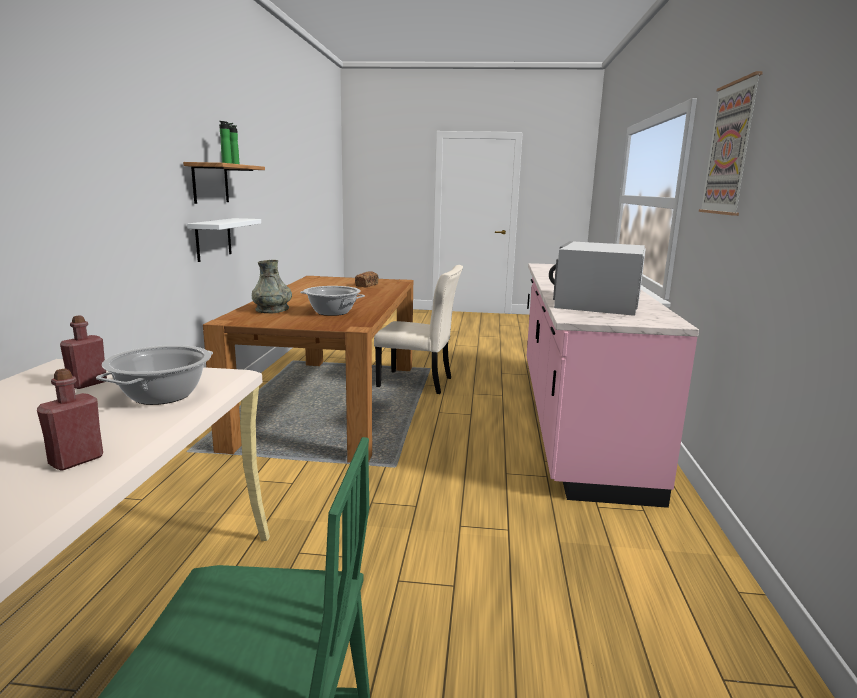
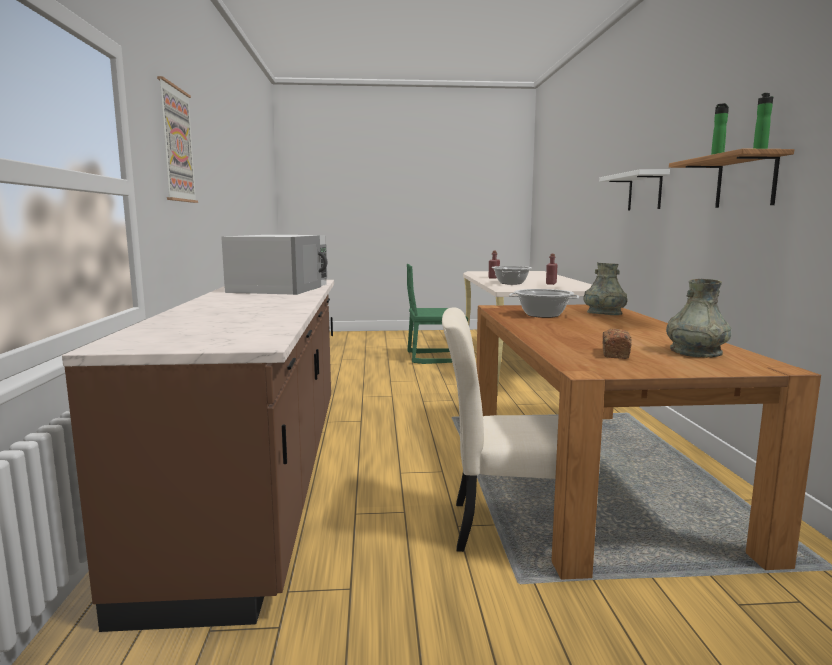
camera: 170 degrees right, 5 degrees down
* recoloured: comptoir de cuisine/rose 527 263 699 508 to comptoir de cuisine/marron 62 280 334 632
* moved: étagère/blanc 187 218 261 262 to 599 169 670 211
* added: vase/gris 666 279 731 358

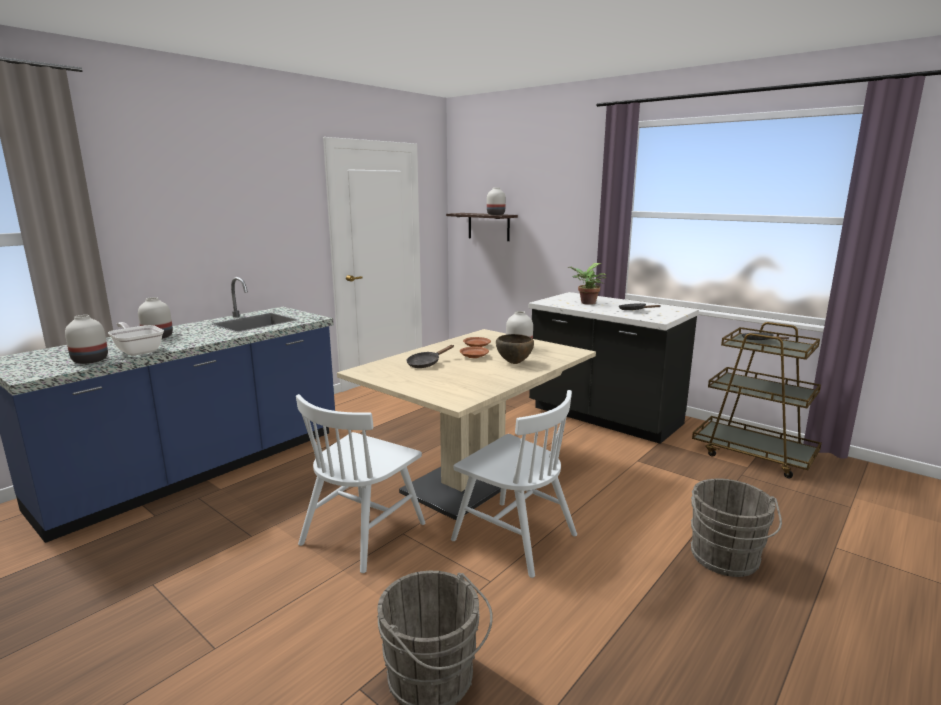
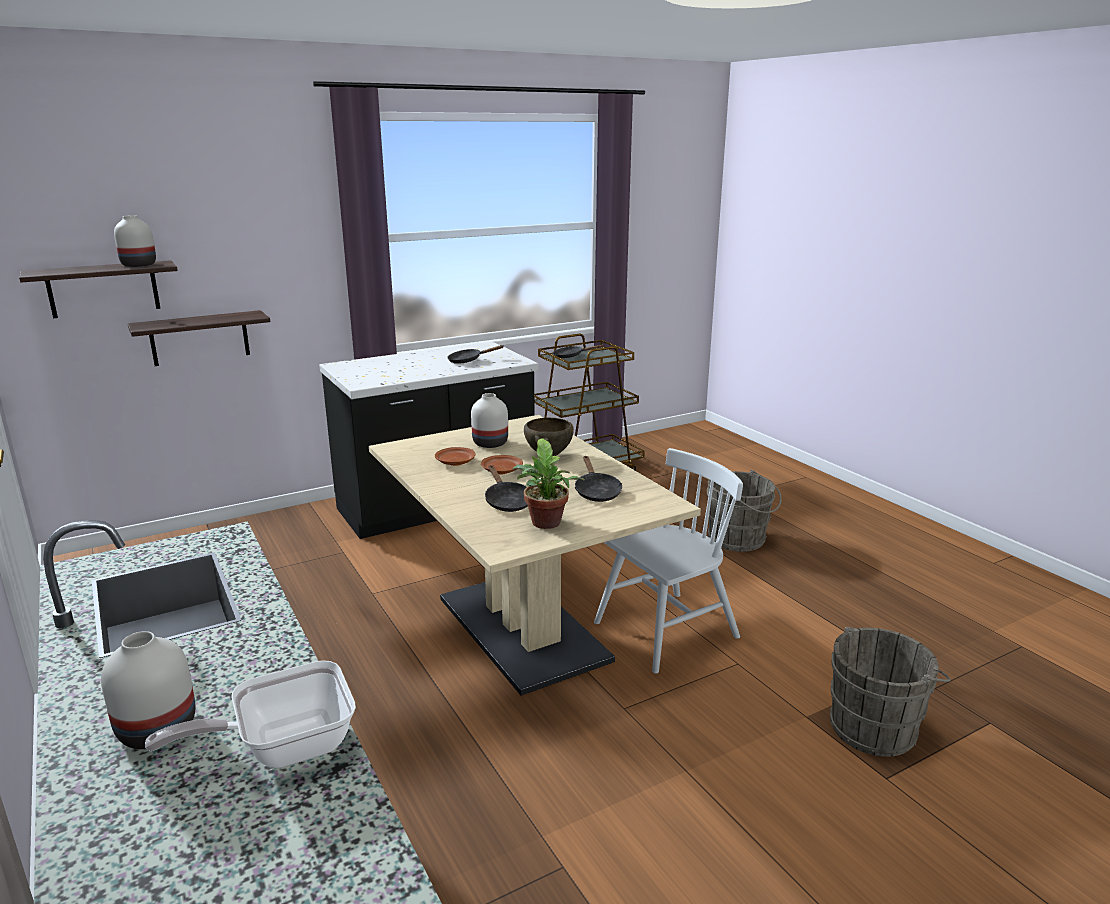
camera: 70 degrees left, 5 degrees up
* added: étagère 128 310 270 366
* moved: plante en pot 568 263 607 305 to 513 438 585 529
* added: poêle/noir 575 456 622 502
* removed: vase/blanc 65 315 108 364
* removed: chaise/blanc 296 394 426 573

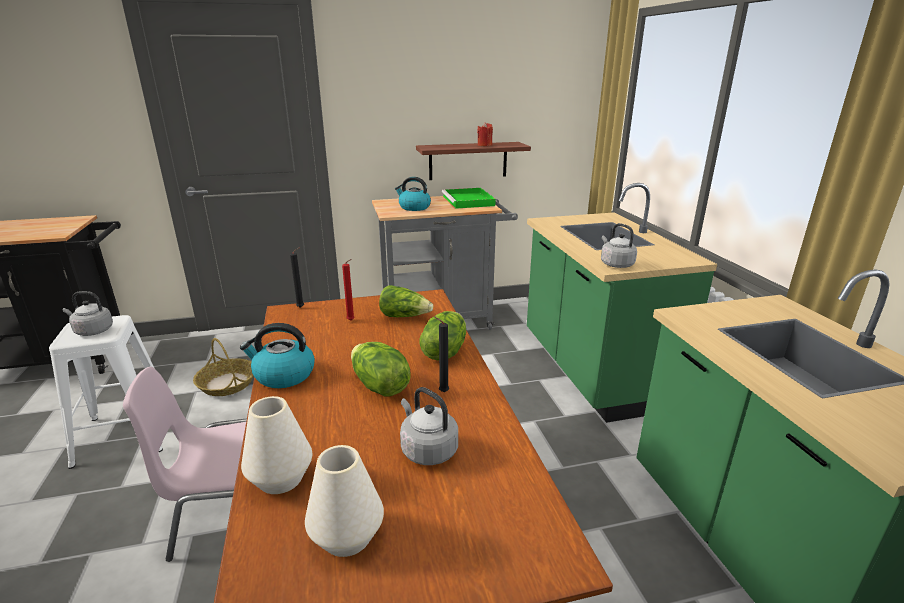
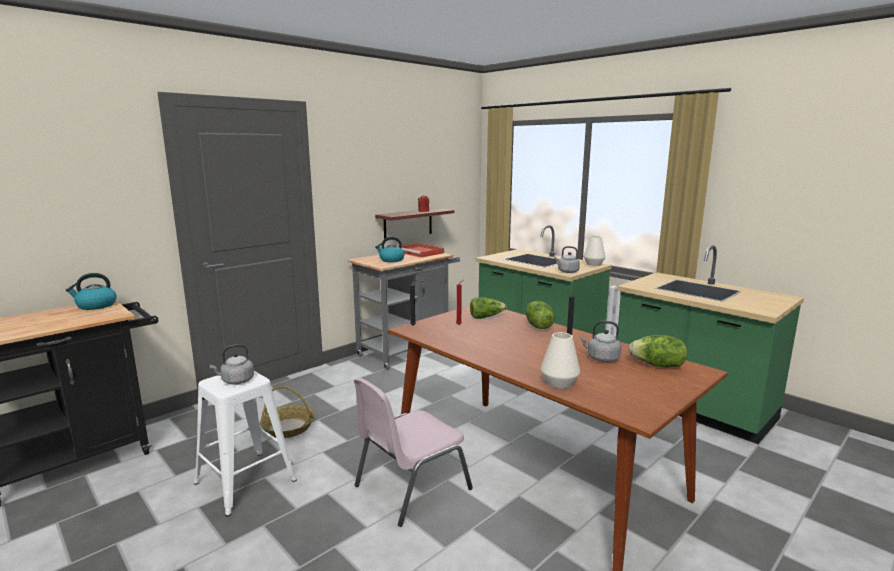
camera: 30 degrees left, 10 degrees down
* moved: bouilloire 240 323 315 388 to 66 273 117 310
* recoloured: plateau/vert 442 188 496 209 to plateau/rouge 398 243 444 258
* moved: vase/blanc 305 445 384 557 to 583 236 605 266
* moved: laitue 351 342 411 397 to 628 335 687 368

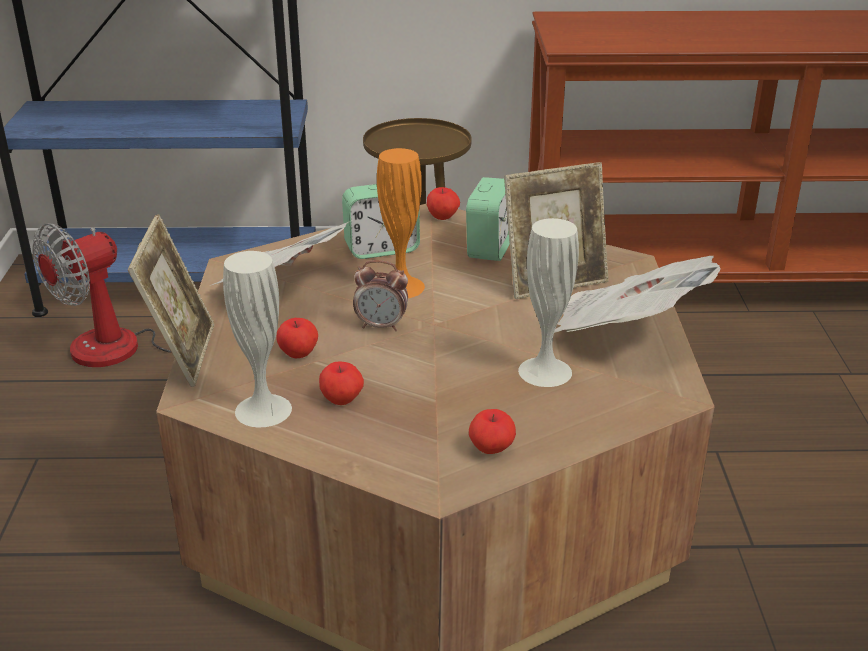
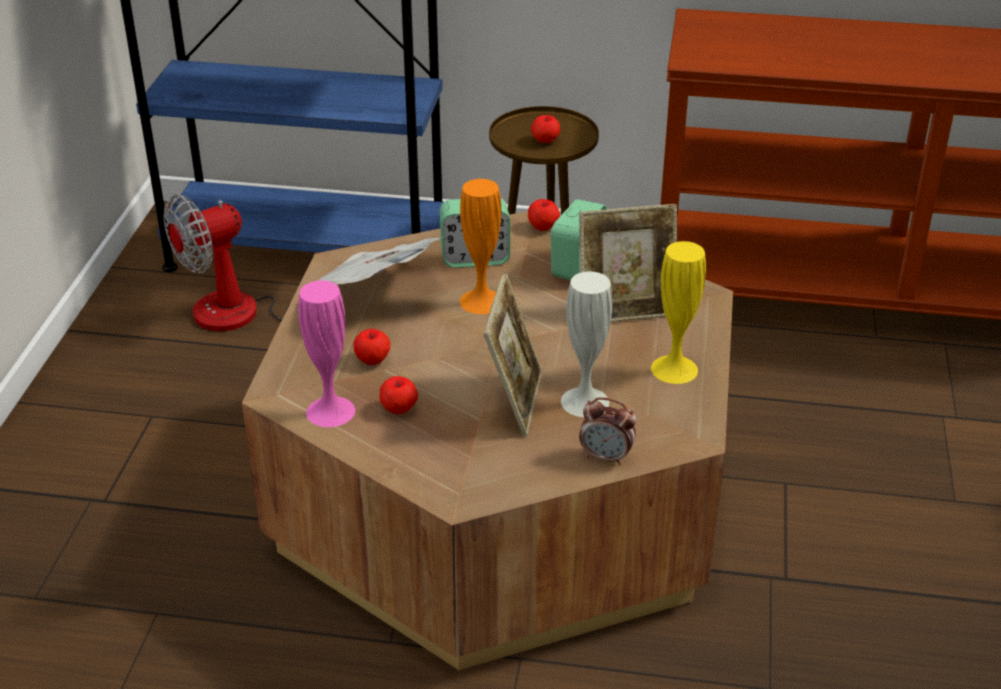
camera: 10 degrees right, 5 degrees up
* recoloured: vase/blanc 223 251 292 427 to vase/rose 298 280 355 427
* moved: cadre photo 128 214 214 387 to 484 272 543 437
* moved: pomme 469 409 516 454 to 531 115 560 143
* moved: réveil 353 260 408 331 to 579 397 637 465
* replaced: journal 554 256 721 333 to vase/jaune 651 241 706 384

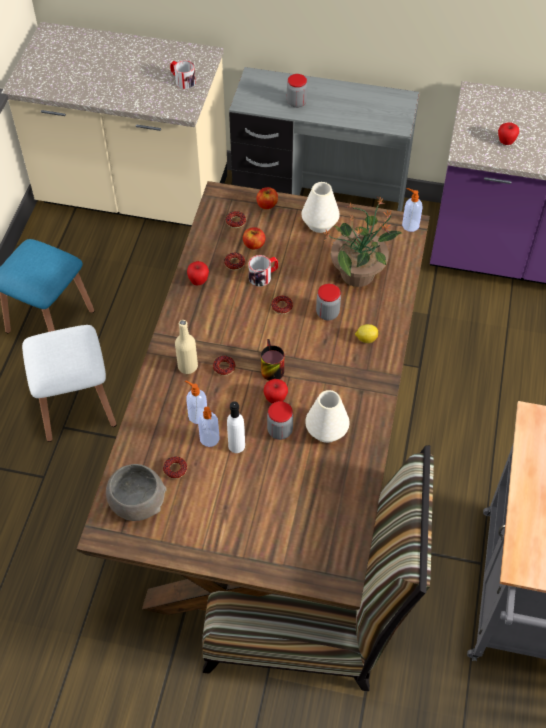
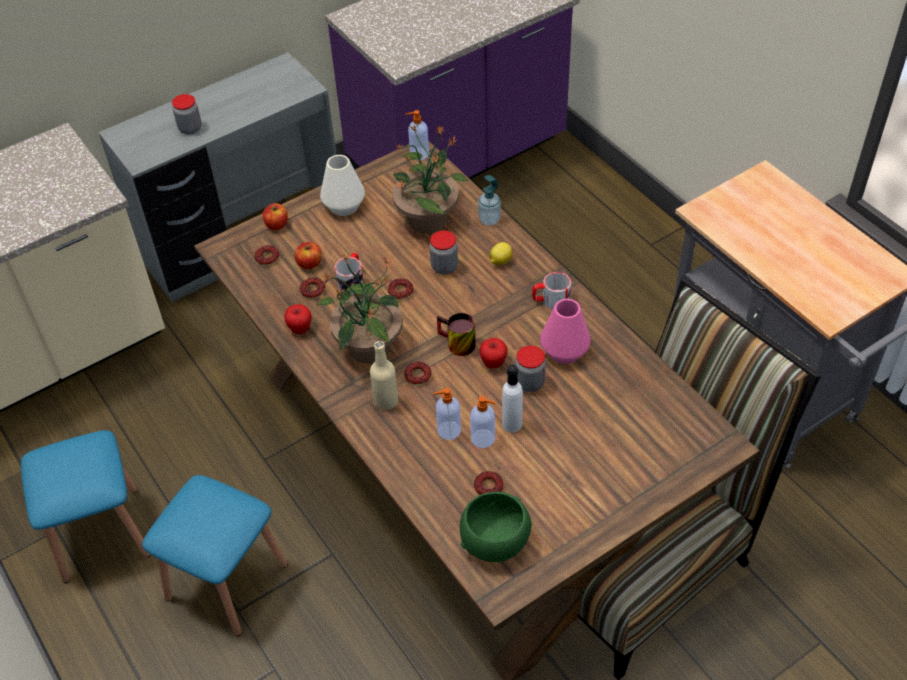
camera: 45 degrees left, 5 degrees down
* recoloured: tabouret/blanc 22 325 116 442 to tabouret/bleu 142 475 288 636
* added: plante en pot 317 253 403 363
* recoloured: bol/gris 106 464 167 521 to bol/vert 460 492 532 562
* added: distributeur de savon 478 175 501 225
* moved: mug 170 60 196 89 to 532 272 571 310
* recoloured: vase/blanc 305 390 350 443 to vase/rose 540 299 591 364
* removed: pomme 498 122 519 145

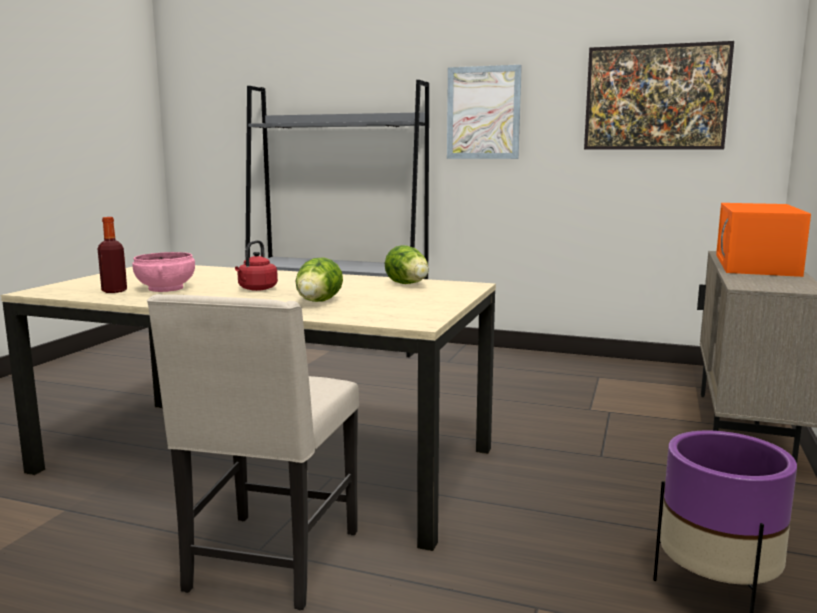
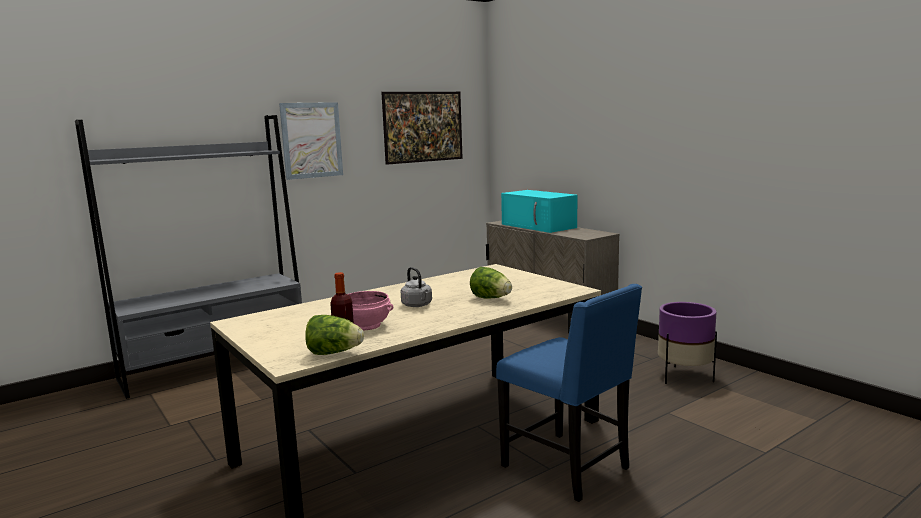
camera: 55 degrees left, 0 degrees up
* moved: laitue 384 245 429 284 to 305 315 364 355
* recoloured: bouilloire/rouge 235 240 278 291 to bouilloire/gris 401 267 432 307
* recoloured: chaise/beige 147 294 359 610 to chaise/bleu 496 284 642 502
* recoloured: micro-ondes/orange 716 203 811 277 to micro-ondes/turquoise 501 190 577 233

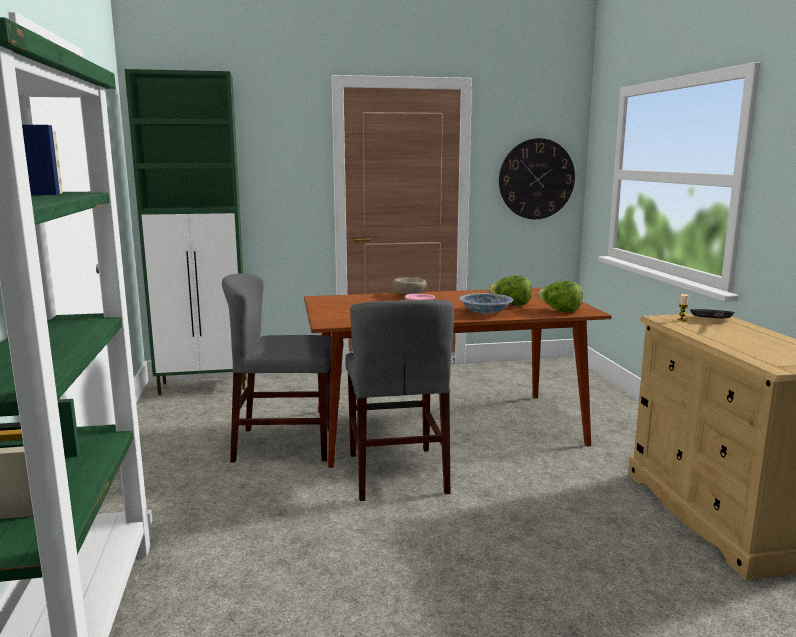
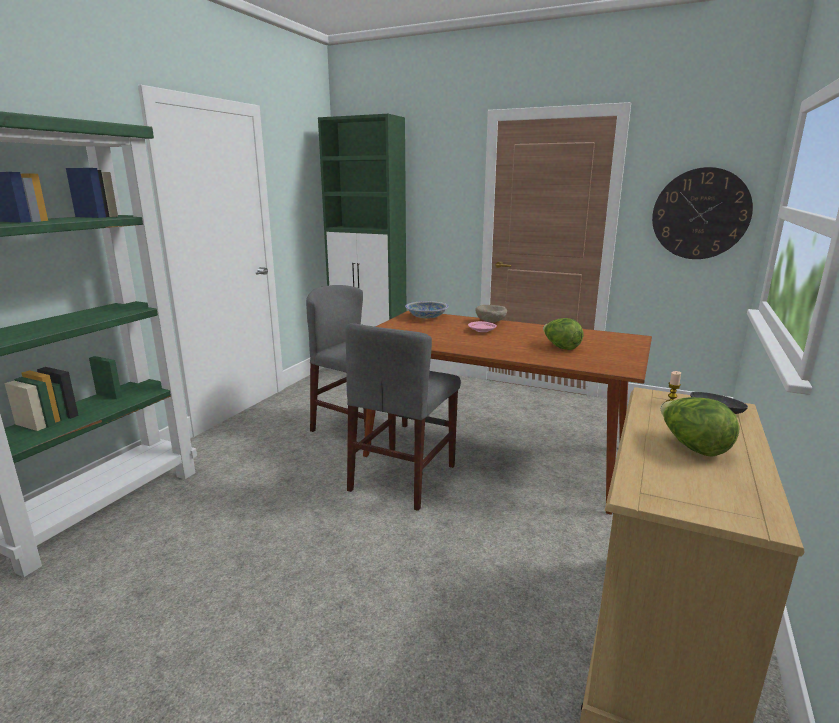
camera: 35 degrees right, 5 degrees up
* moved: bol 459 293 513 314 to 405 301 449 318
* moved: laitue 537 281 583 312 to 661 397 740 457

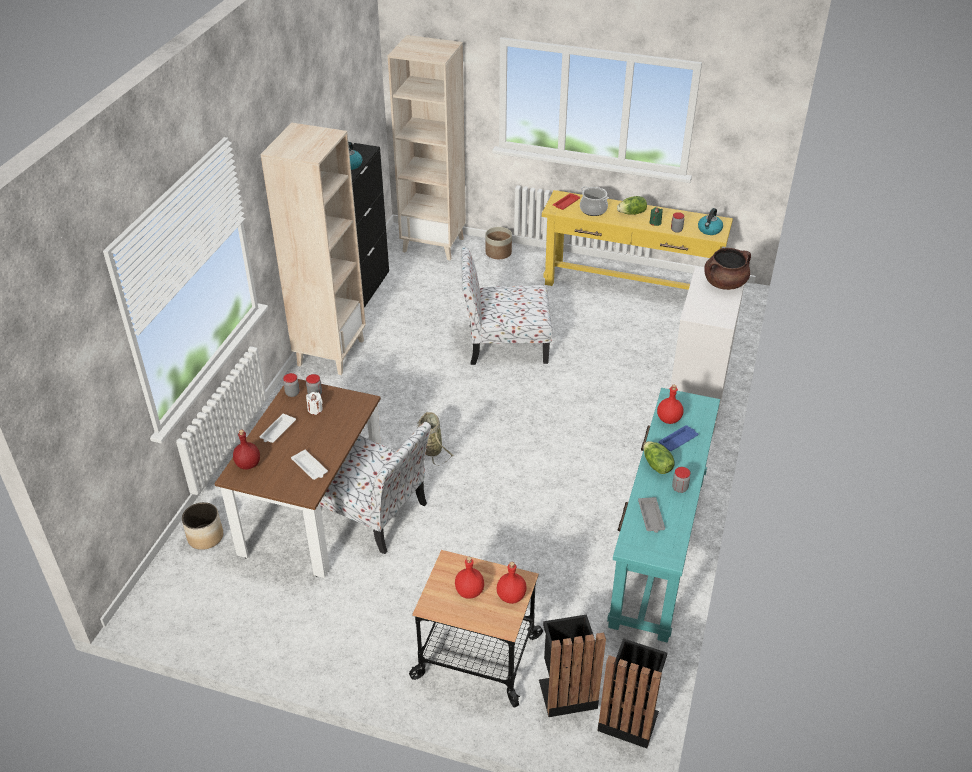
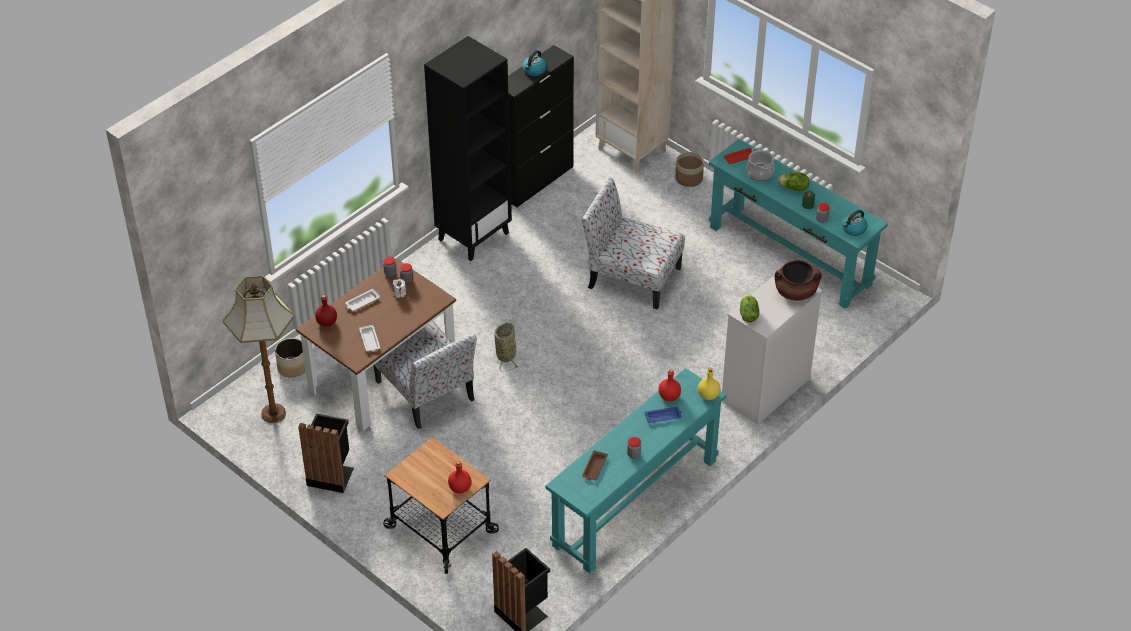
camera: 25 degrees right, 5 degrees up
* added: lampadaire 222 275 295 423
* moved: poubelle/noir 539 614 606 717 to 298 414 354 493
* recoloured: bibliothèque/beige 260 123 366 375 to bibliothèque/noir 424 36 512 261
* recoloured: plateau/gris 638 497 665 533 to plateau/marron 582 450 608 480
* added: bouteille/jaune 698 368 721 400
* recoloured: table console/jaune 542 190 733 290 to table console/turquoise 709 139 888 309
* moved: laitue 643 441 675 474 to 740 294 759 322
* removed: bouteille/rouge 455 557 484 599

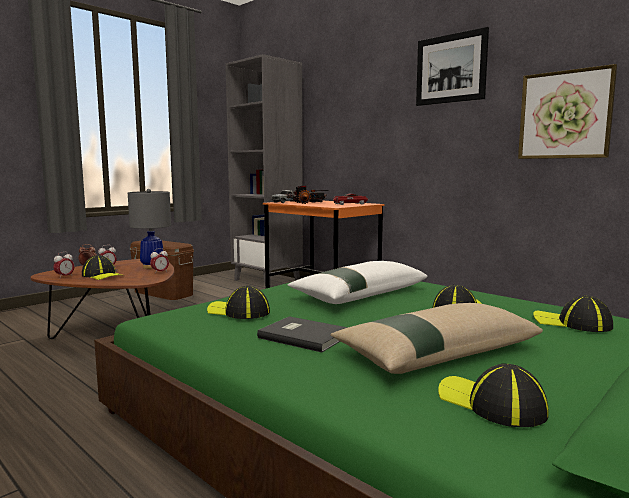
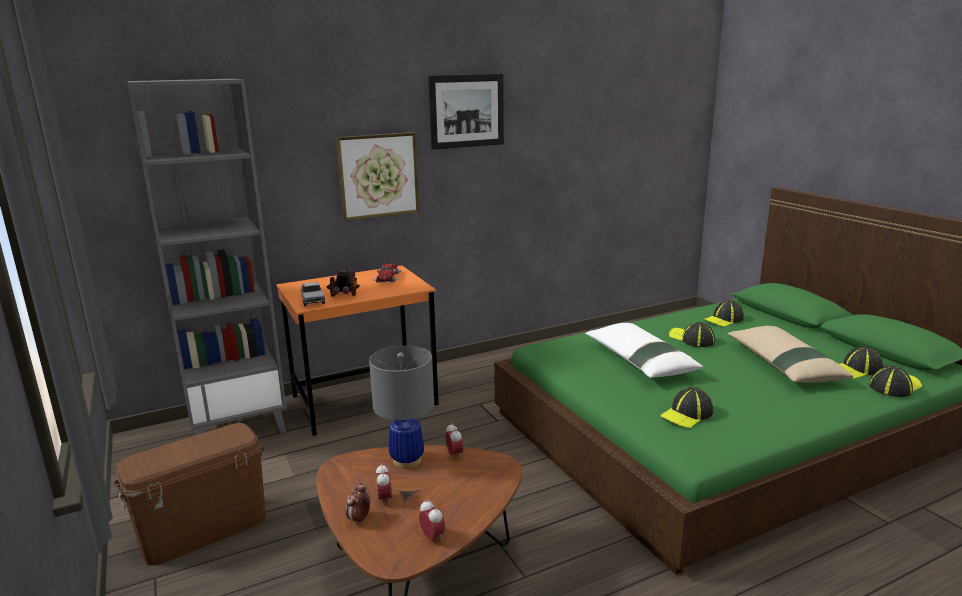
camera: 70 degrees left, 10 degrees up
* moved: tableau 518 64 617 159 to 336 132 420 221
* moved: casquette 82 255 124 280 to 869 366 922 397
* removed: livre/gris 257 316 348 352

